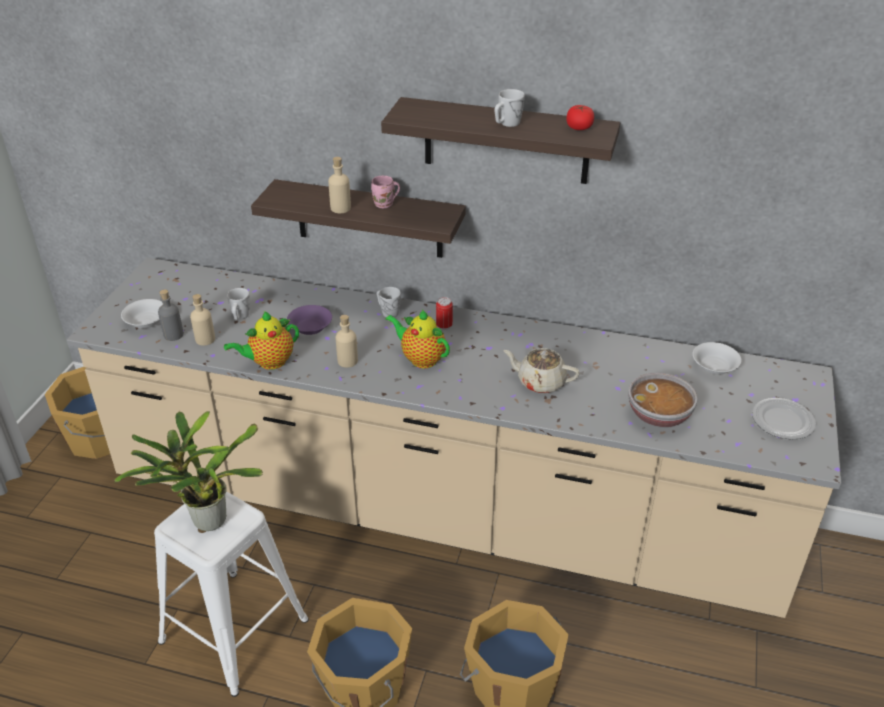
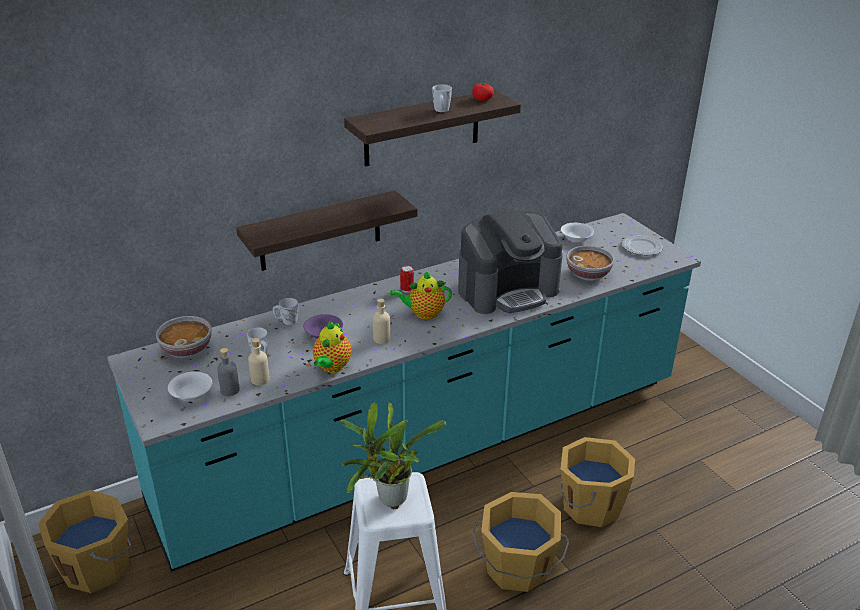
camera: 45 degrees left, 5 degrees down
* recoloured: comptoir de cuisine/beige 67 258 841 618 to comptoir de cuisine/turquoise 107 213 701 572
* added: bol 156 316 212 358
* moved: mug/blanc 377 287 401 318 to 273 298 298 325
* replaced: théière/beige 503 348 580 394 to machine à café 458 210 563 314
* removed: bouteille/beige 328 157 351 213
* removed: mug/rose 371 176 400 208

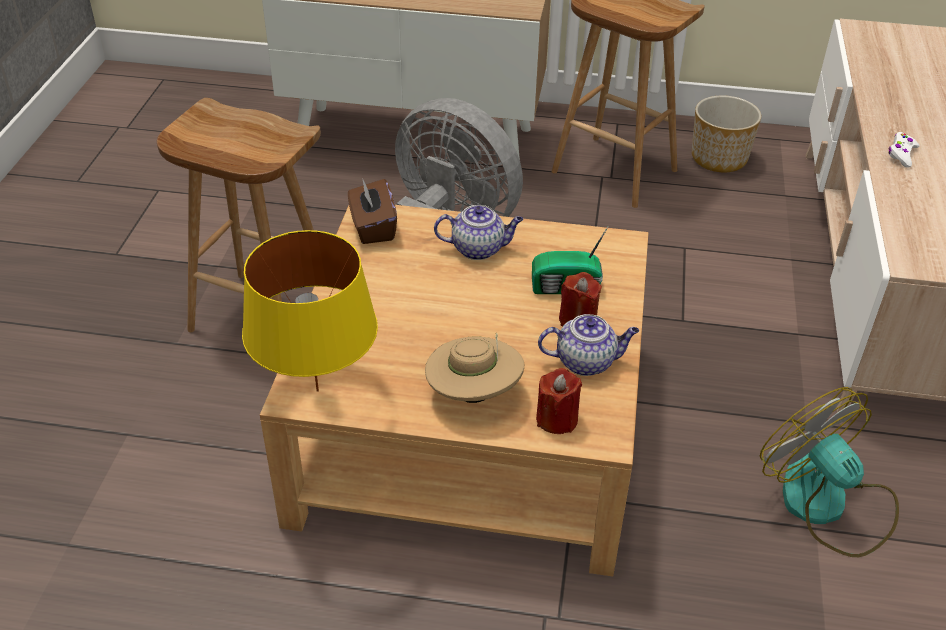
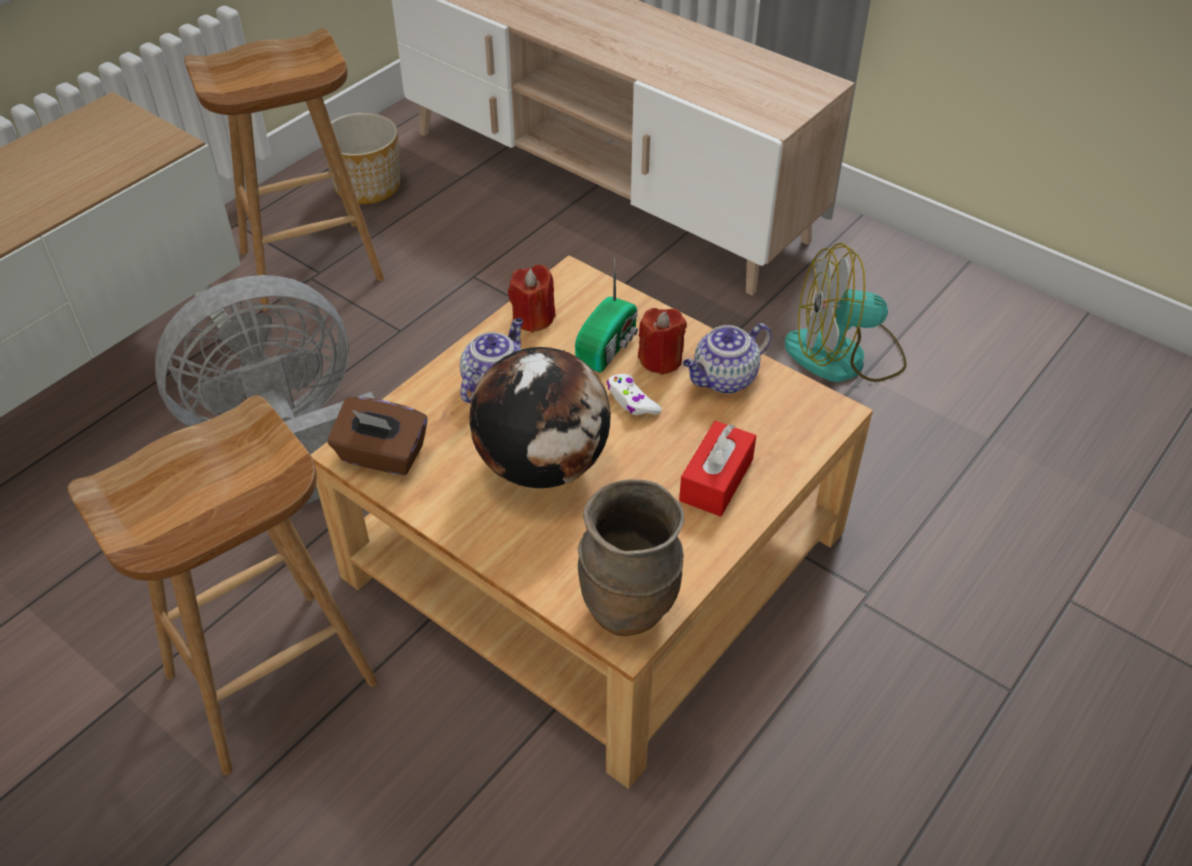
camera: 60 degrees left, 5 degrees up
* added: globe 470 347 611 488
* moved: bougie/rouge 536 368 582 434 to 508 264 555 333
* replaced: lampe de table/jaune 242 230 378 392 to vase/marron 578 479 684 636
* moved: manette/blanc 889 132 920 168 to 607 374 662 415
* replaced: chapeau/beige 425 333 524 403 to boîte à mouchoirs/rouge 679 421 756 517
* turned: théière 538 314 639 376 = 683 323 772 394 150 degrees counterclockwise

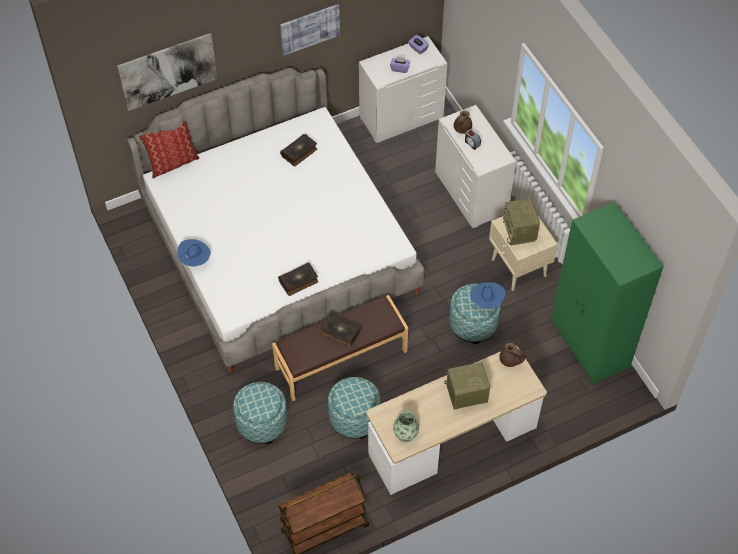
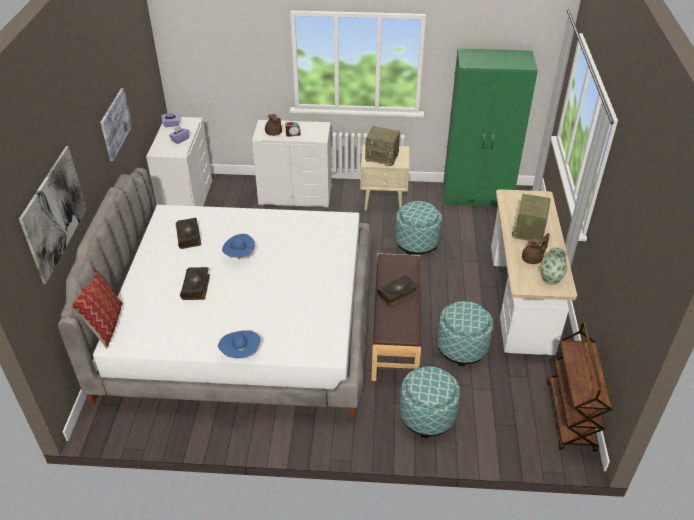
camera: 60 degrees left, 15 degrees down
* moved: livre 278 263 318 296 to 180 267 210 300
* moved: chapeau/bleu 470 282 505 309 to 222 234 255 259
* moved: théière/marron 499 343 526 367 to 522 233 550 264

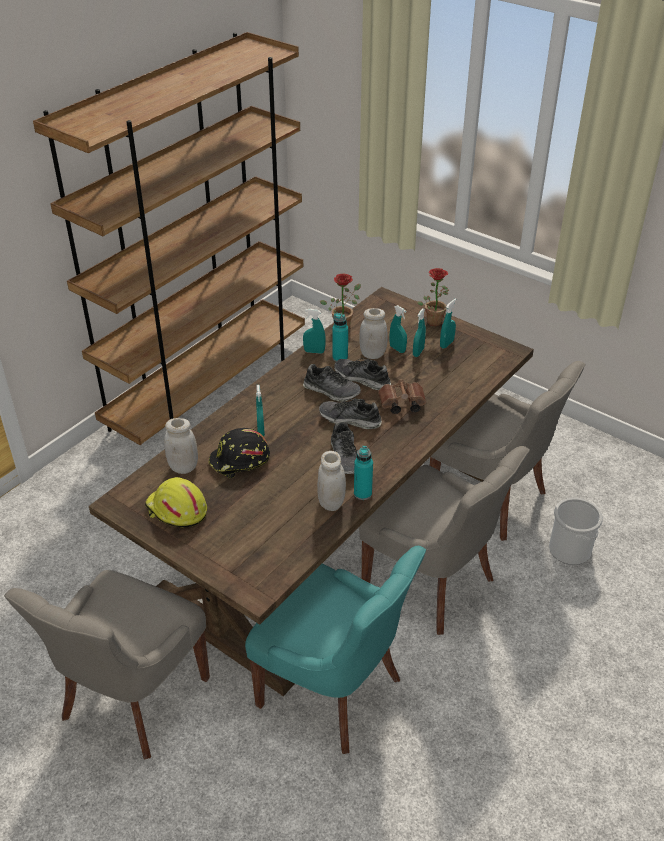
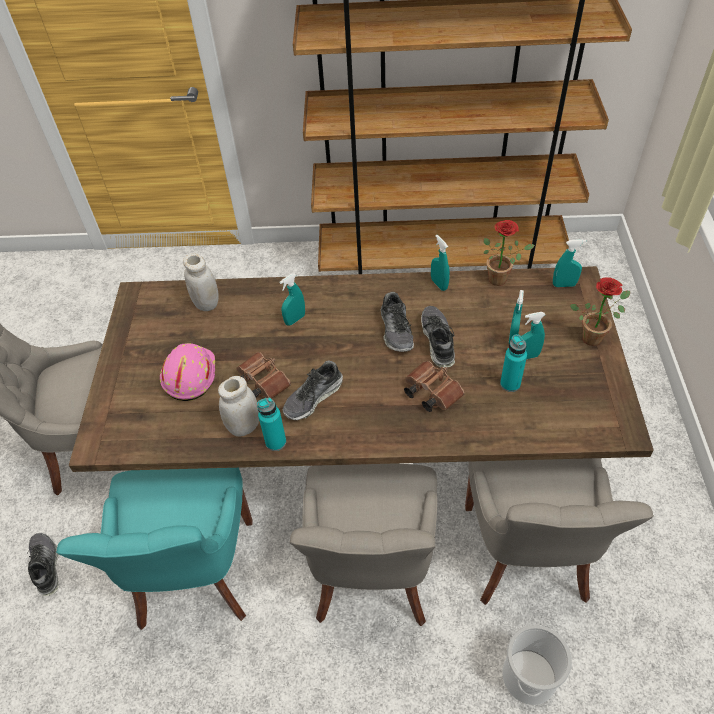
camera: 55 degrees right, 10 degrees up
* moved: chaussure 319 398 382 429 to 27 533 59 596
* added: casque de chantier/rose 160 343 216 401
* added: jumelles/marron 236 352 291 399
* moved: bouteille/turquoise 333 313 348 362 to 500 334 527 392
* moved: vaporisateur/turquoise 440 299 456 349 to 553 239 586 287
* removed: casque de chantier/jaune 145 477 207 527
* removed: casque de chantier/noir 209 428 270 478
* removed: bocal/blanc 359 308 388 359

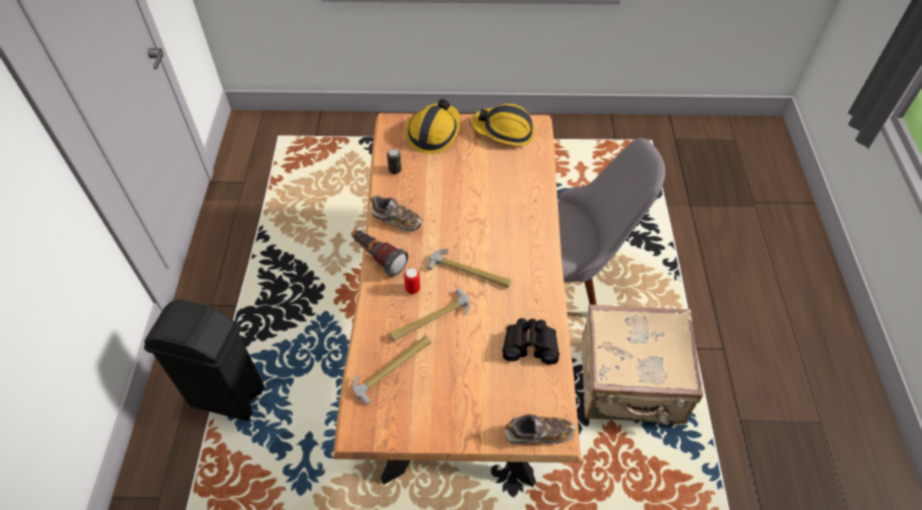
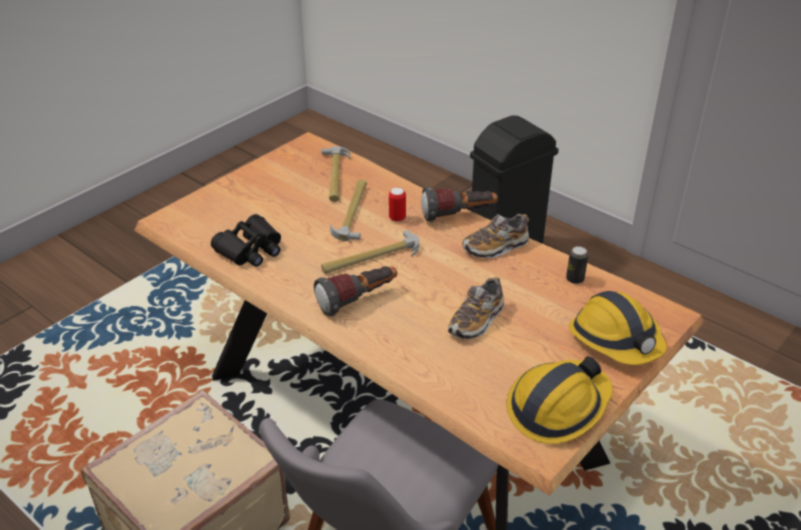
camera: 130 degrees right, 15 degrees down
* added: lampe de poche 314 266 397 316
* moved: chaussure 505 414 575 444 to 448 277 504 339

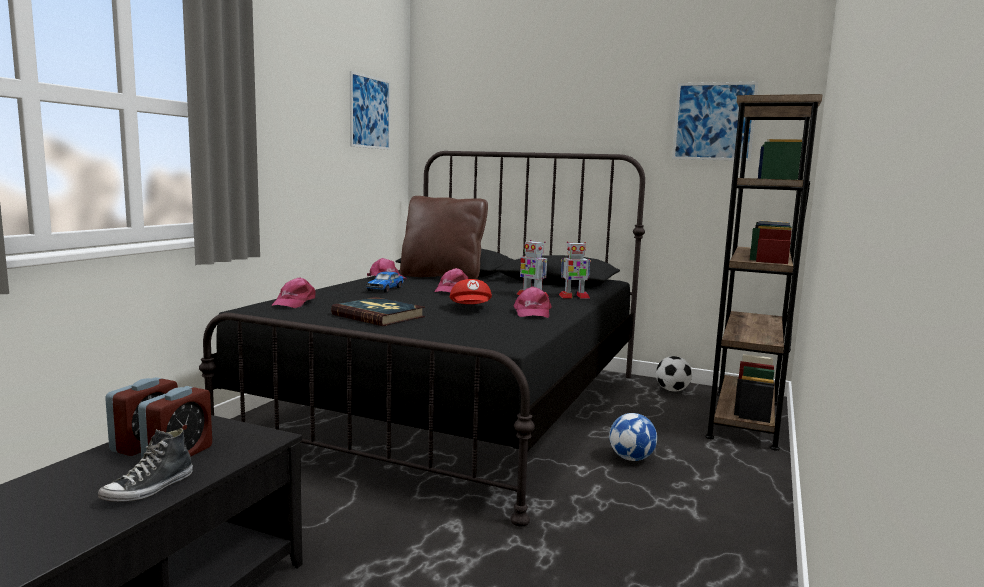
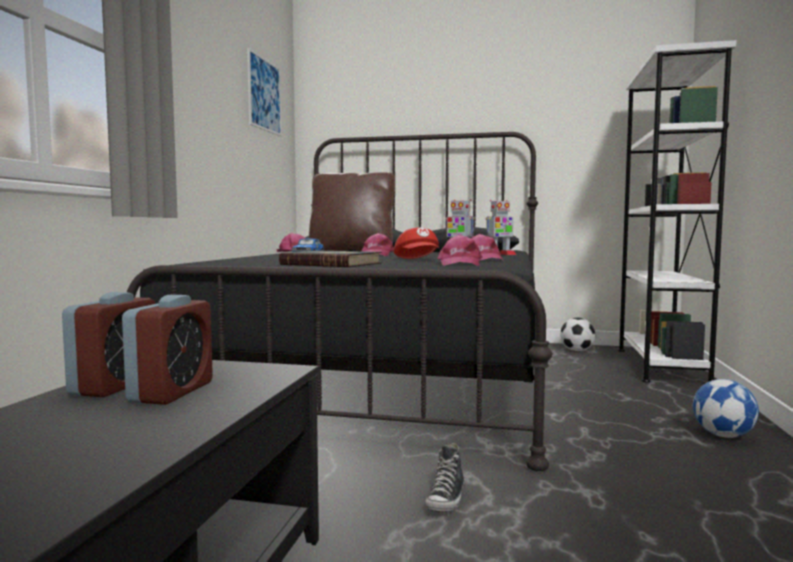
camera: 10 degrees left, 5 degrees down
* moved: chaussure 98 428 193 502 to 425 443 464 512
* moved: casquette/rose 271 277 316 308 to 438 235 483 266
* recoloured: bibliothèque/marron 705 94 823 451 to bibliothèque/blanc 618 40 737 383
* moved: ballon de foot 609 413 657 461 to 693 379 759 438
* removed: tableau 672 82 758 161

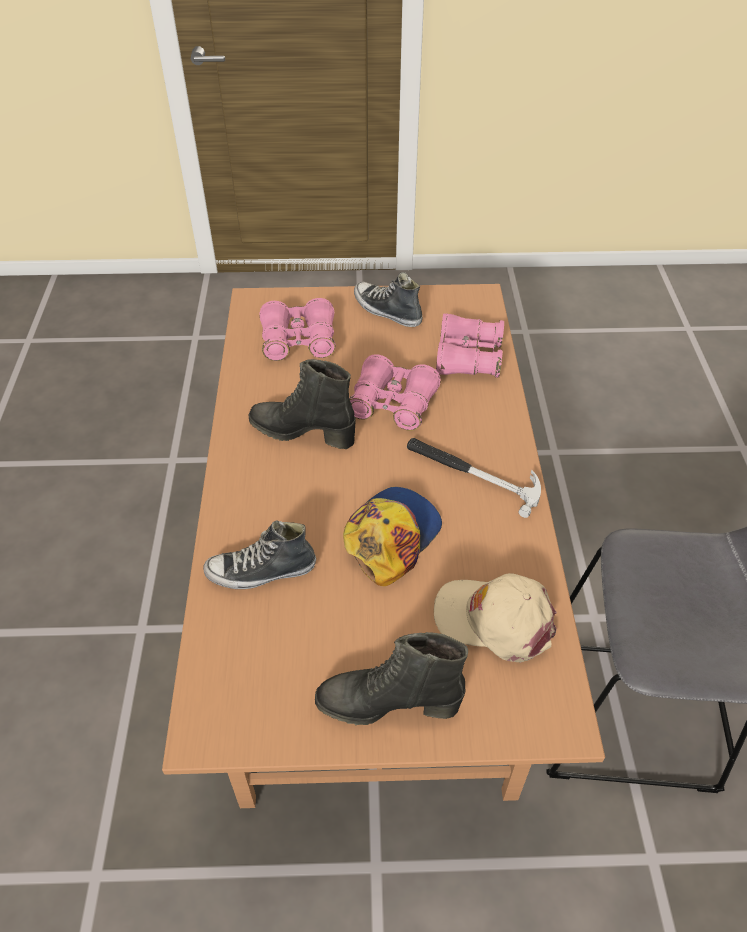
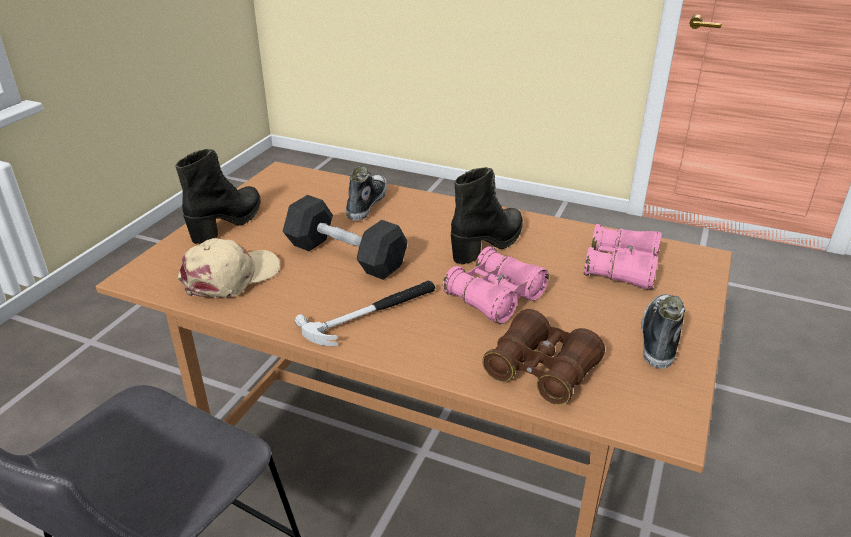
camera: 115 degrees right, 15 degrees down
* replaced: casquette 343 487 442 586 to haltère/noir 282 195 407 280
* recoloured: jumelles/rose 436 313 504 378 to jumelles/marron 482 309 605 405
* turned: chaussure 354 272 423 327 = 641 294 685 369 45 degrees counterclockwise

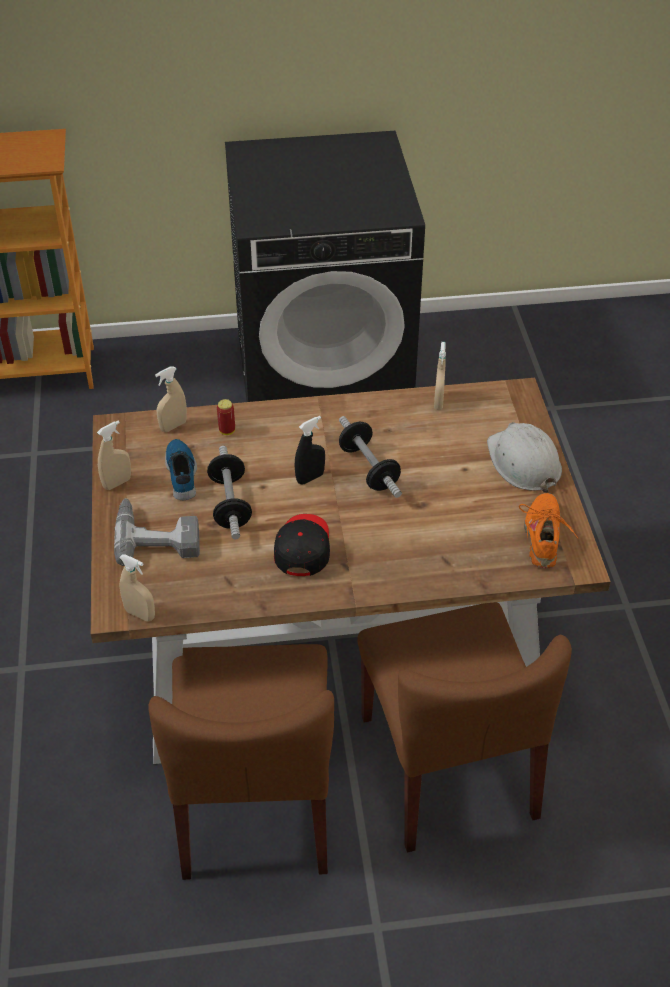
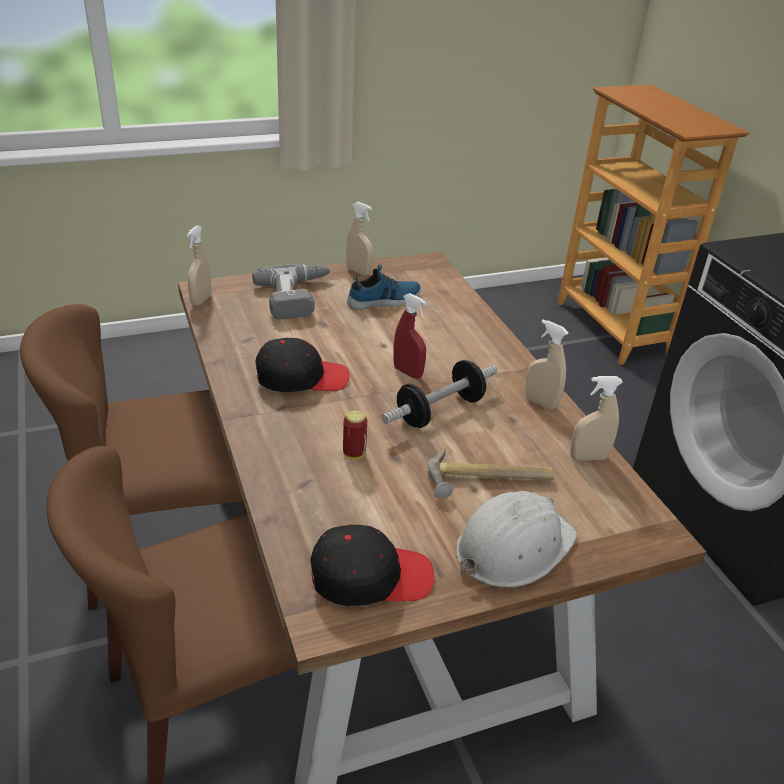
camera: 75 degrees right, 10 degrees down
* replaced: chaussure/orange 519 493 578 568 to casquette/noir 310 524 434 606
* moved: boîte métallique 217 399 235 435 to 343 410 367 459
* recoloured: vaporisateur/noir 295 416 325 484 to vaporisateur/rouge 393 293 427 379
* added: marteau 427 447 554 498
* moved: vaporisateur/beige 155 366 187 432 to 525 319 569 409
* removed: haltère 207 446 252 539

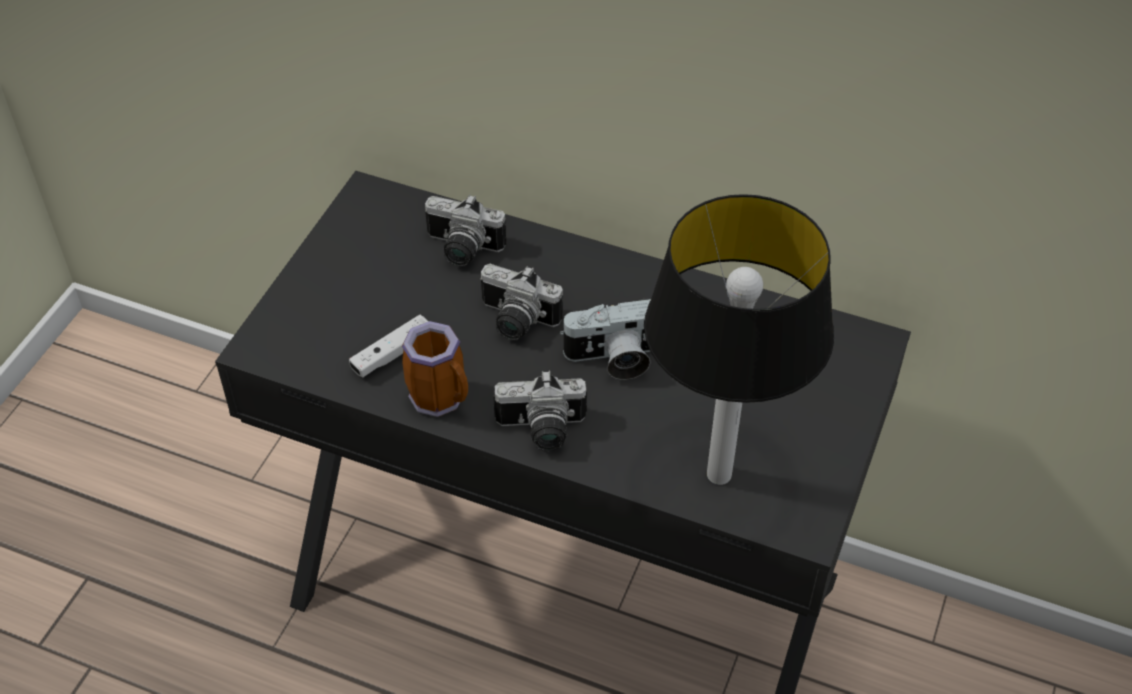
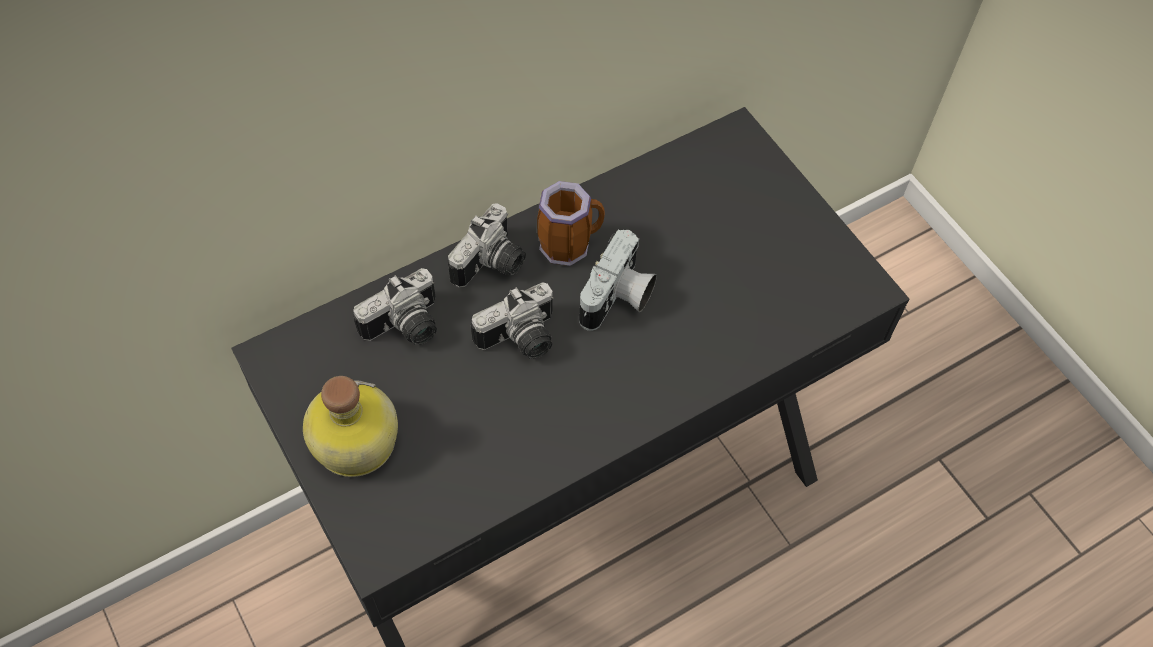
camera: 55 degrees left, 10 degrees up
* added: bouteille 303 376 398 477
* moved: appareil photo 493 371 587 451 to 447 203 526 288
* moved: mug 402 321 468 417 to 537 181 605 266
* removed: manette/blanc 349 315 429 377
* removed: lampe de table 644 194 834 485

